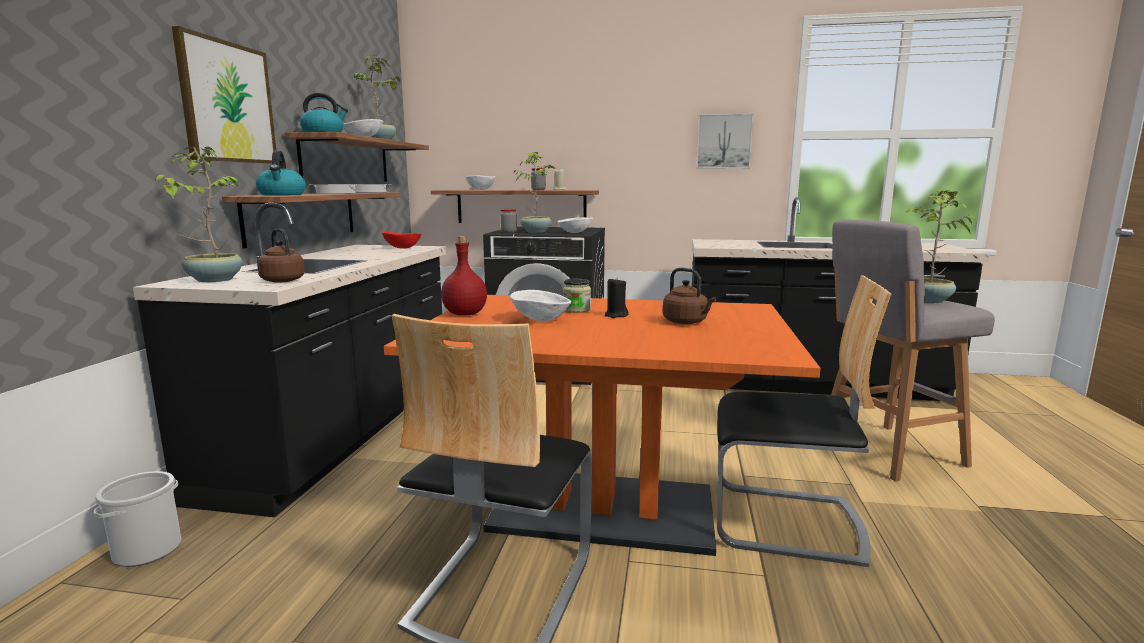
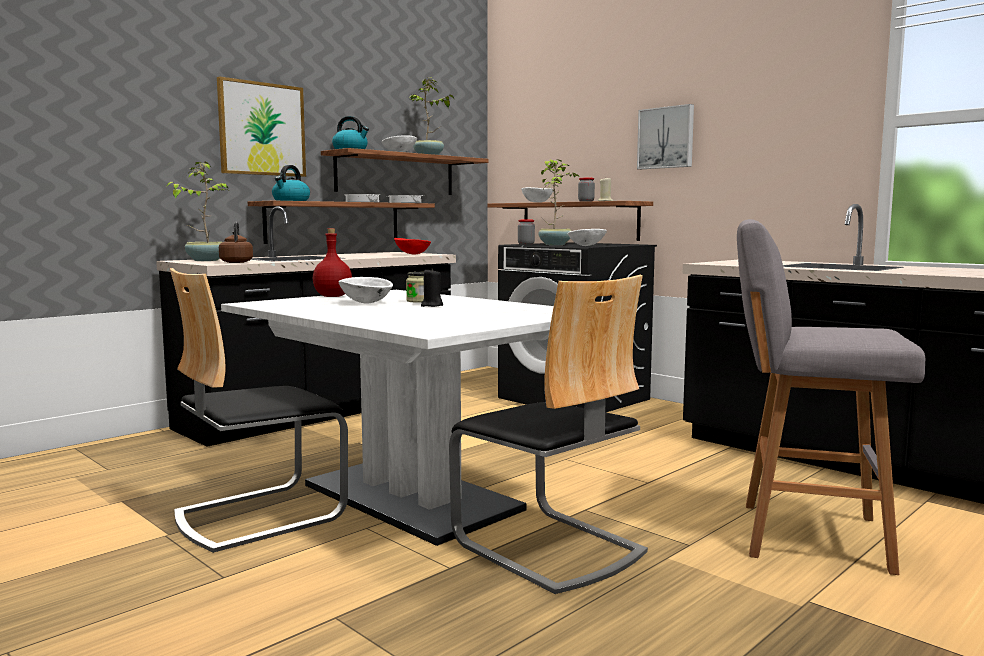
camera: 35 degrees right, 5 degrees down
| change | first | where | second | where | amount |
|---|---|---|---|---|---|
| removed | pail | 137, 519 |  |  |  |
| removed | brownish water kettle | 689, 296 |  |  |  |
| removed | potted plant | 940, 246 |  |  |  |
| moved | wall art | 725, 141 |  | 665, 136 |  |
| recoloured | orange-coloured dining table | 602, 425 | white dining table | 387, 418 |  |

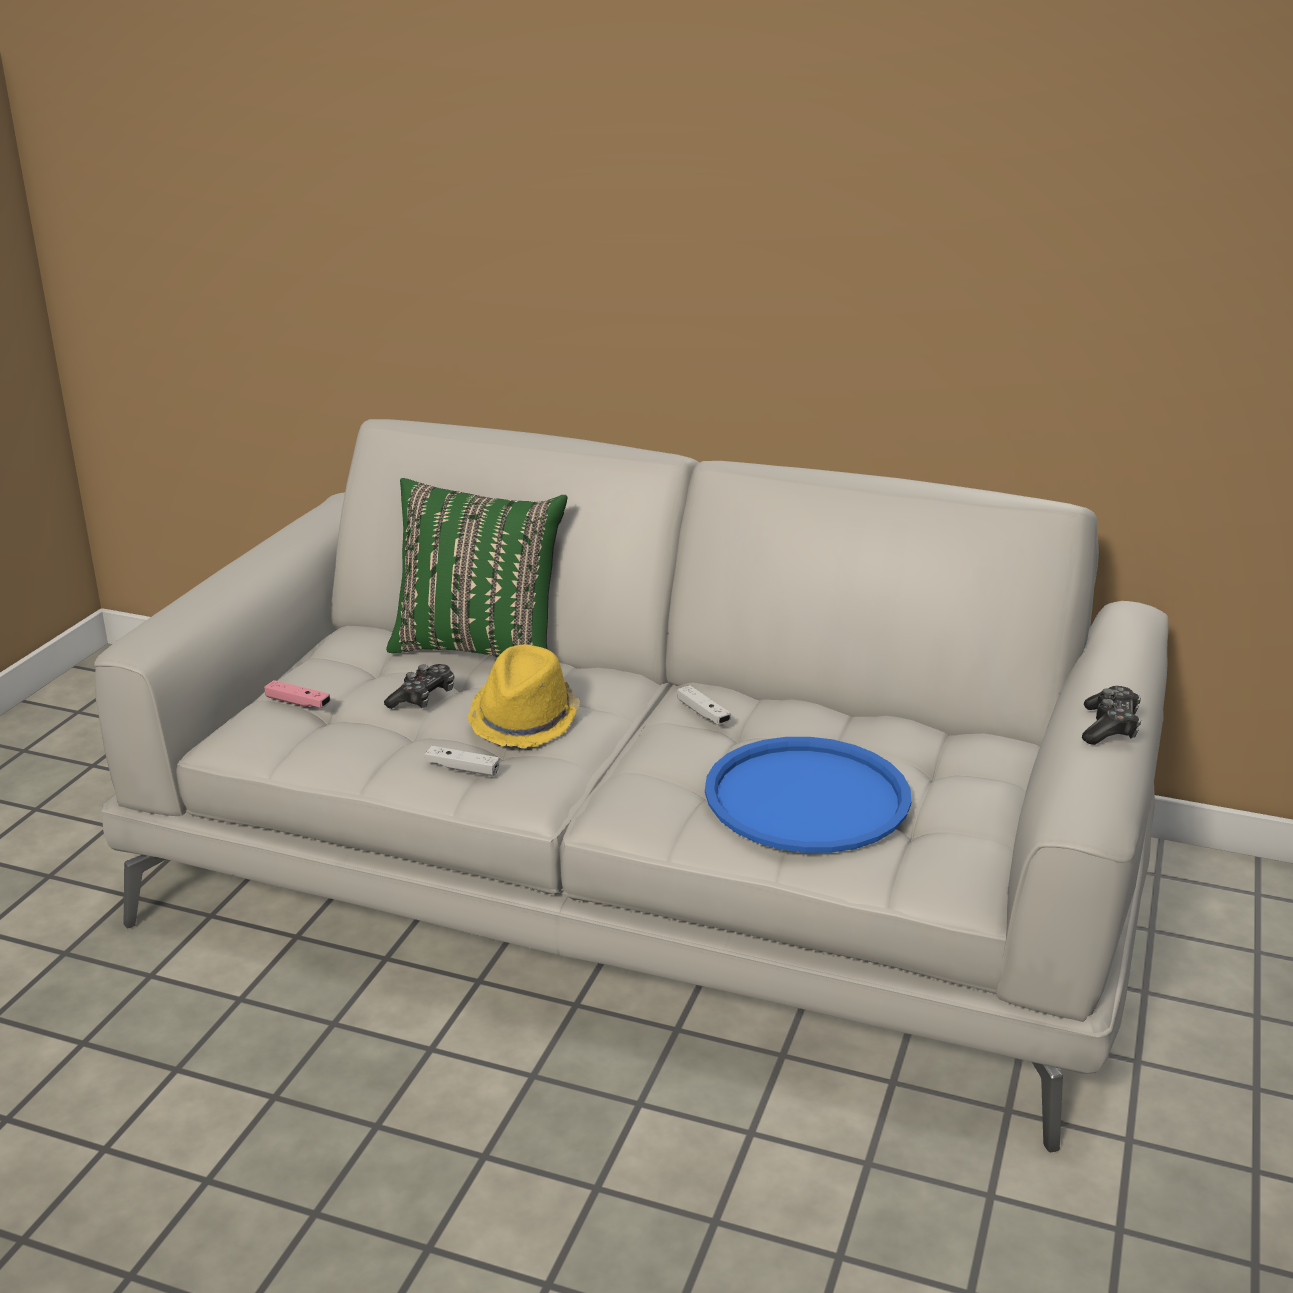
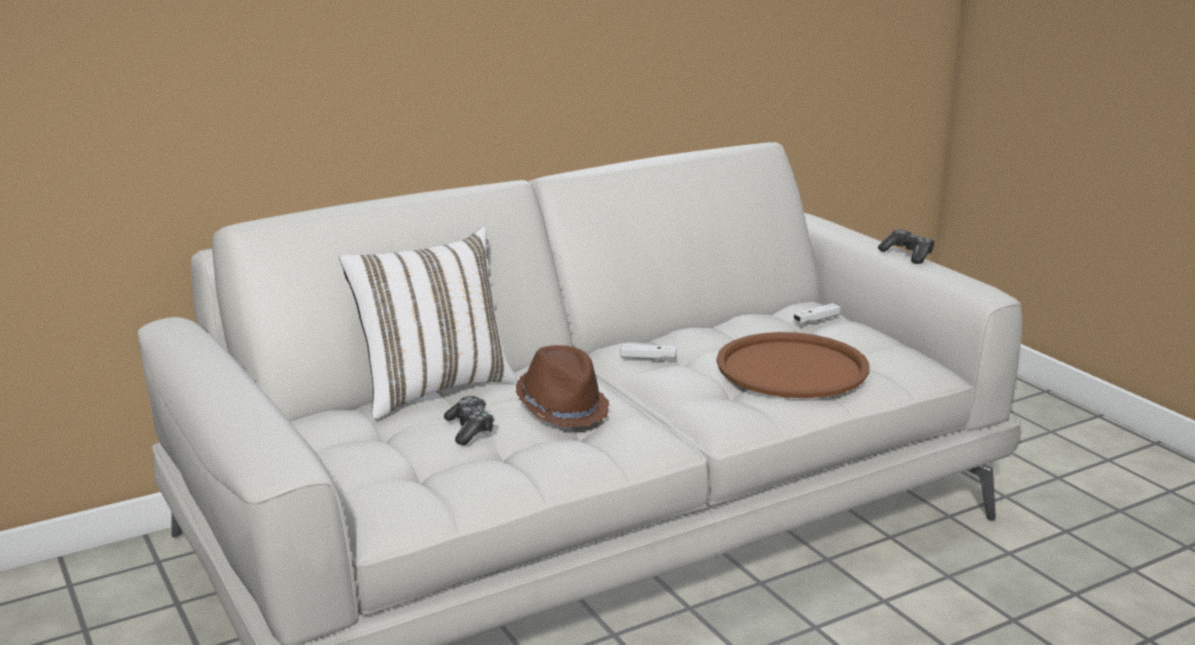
camera: 50 degrees left, 5 degrees down
| change | first | where | second | where | amount |
|---|---|---|---|---|---|
| removed | pink-coloured joypad | 297, 694 |  |  |  |
| moved | white joypad | 462, 761 |  | 817, 313 |  |
| recoloured | greenish cushion | 476, 567 | white cushion | 428, 323 |  |
| recoloured | yellow clothing hat | 524, 696 | brownish clothing hat | 562, 386 |  |
| recoloured | blue serving tray | 808, 795 | brownish serving tray | 793, 365 |  |

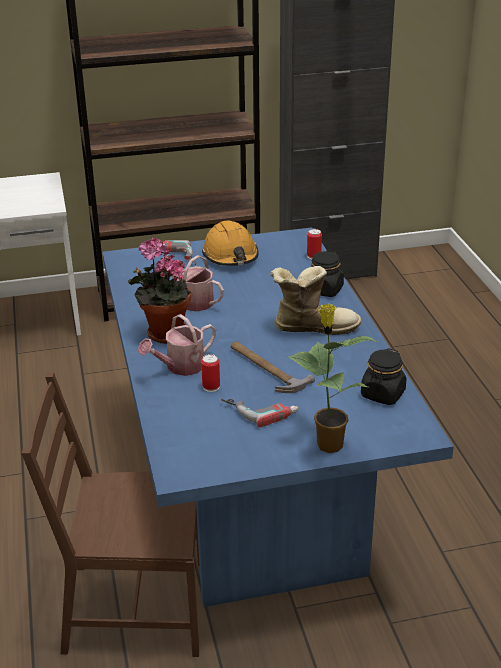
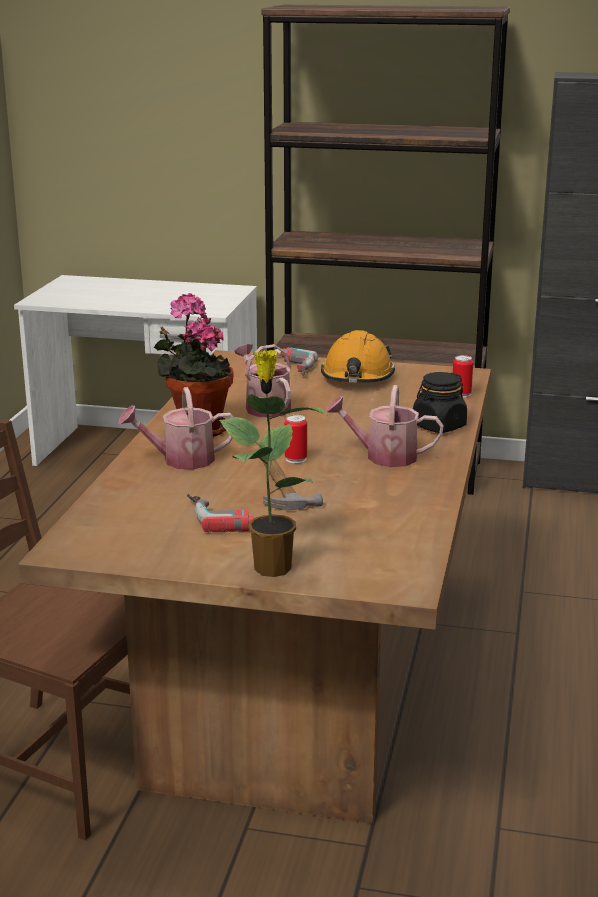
camera: 25 degrees right, 10 degrees down
| change | first | where | second | where | amount |
|---|---|---|---|---|---|
| removed | black-coloured jar | 384, 376 |  |  |  |
| moved | can | 210, 373 |  | 295, 439 |  |
| replaced | high-top boot | 315, 300 | watering pot | 384, 426 |  |
| recoloured | blue dining table | 278, 417 | brownish dining table | 254, 587 |  |

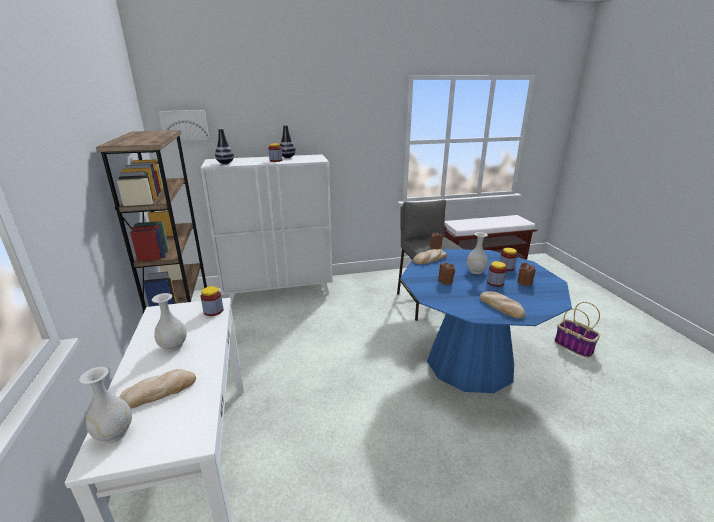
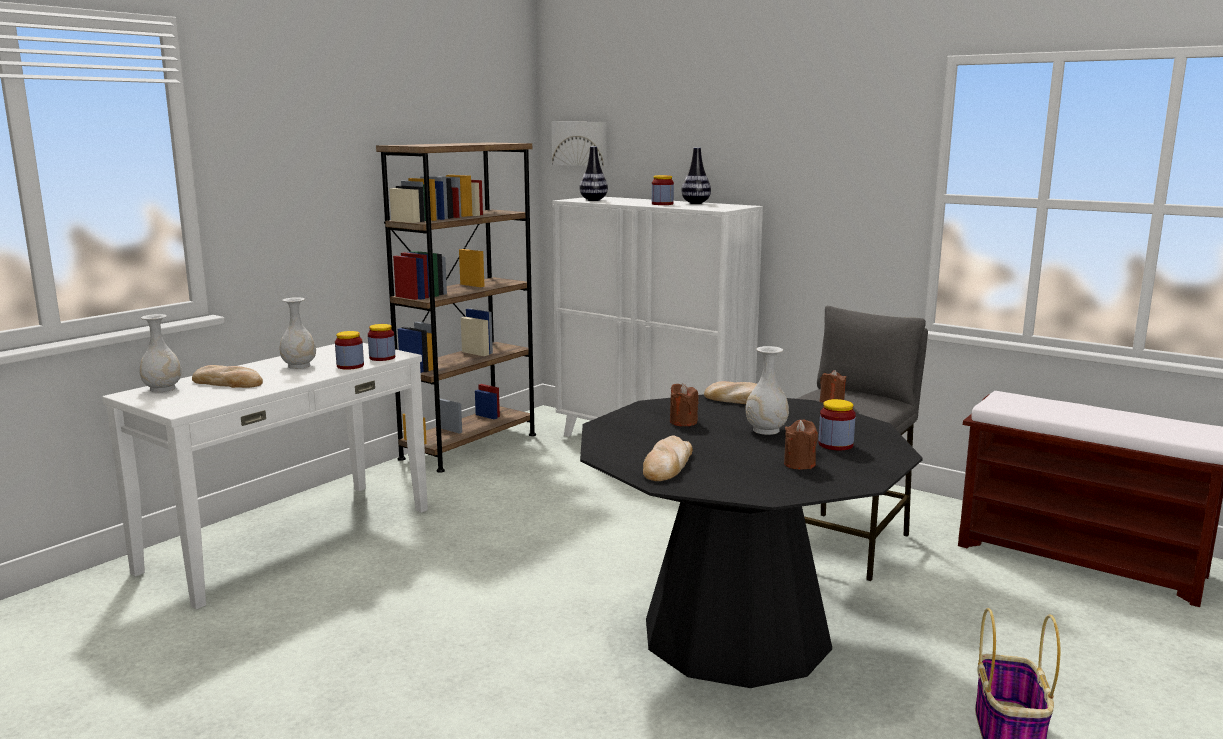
camera: 50 degrees right, 10 degrees down
| change | first | where | second | where | amount |
|---|---|---|---|---|---|
| moved | jar | 497, 274 |  | 349, 350 |  |
| recoloured | blue dining table | 486, 321 | black-coloured dining table | 751, 541 |  |

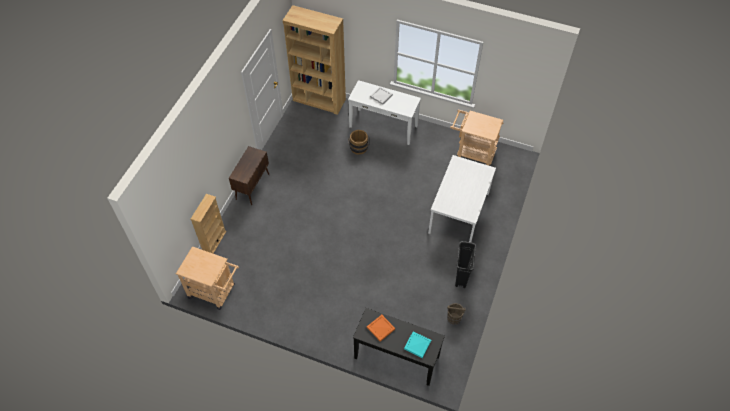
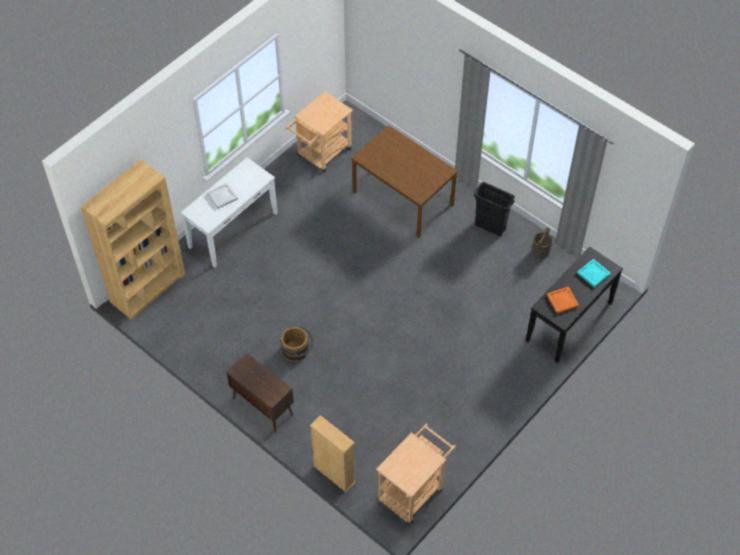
camera: 70 degrees left, 0 degrees up
| change | first | where | second | where | amount |
|---|---|---|---|---|---|
| moved | brownish pail | 359, 142 |  | 297, 344 |  |
| recoloured | white dining table | 462, 198 | brownish dining table | 404, 181 |  |

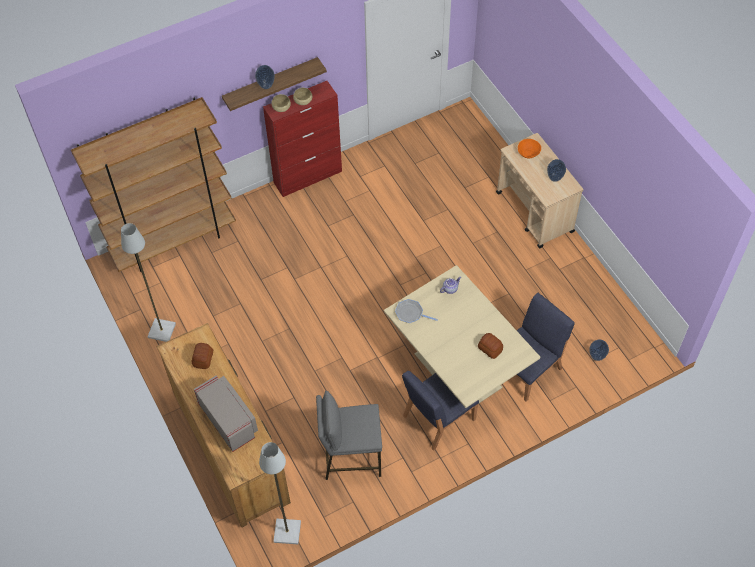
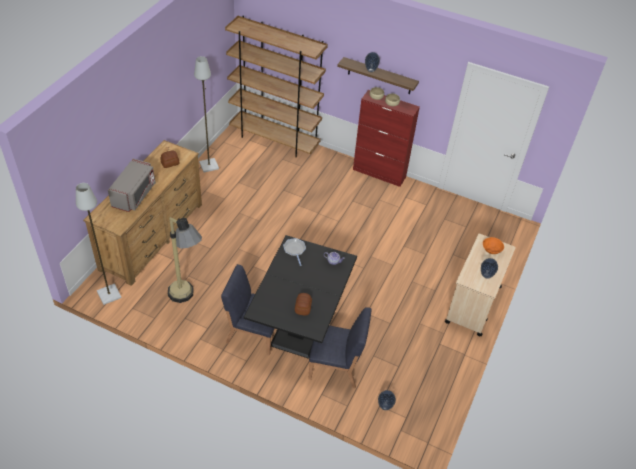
camera: 50 degrees right, 10 degrees down
| change | first | where | second | where | amount |
|---|---|---|---|---|---|
| replaced | gray stool | 349, 435 | floor lamp | 185, 260 |  |
| recoloured | sand-coloured dining table | 462, 336 | black-coloured dining table | 300, 297 |  |

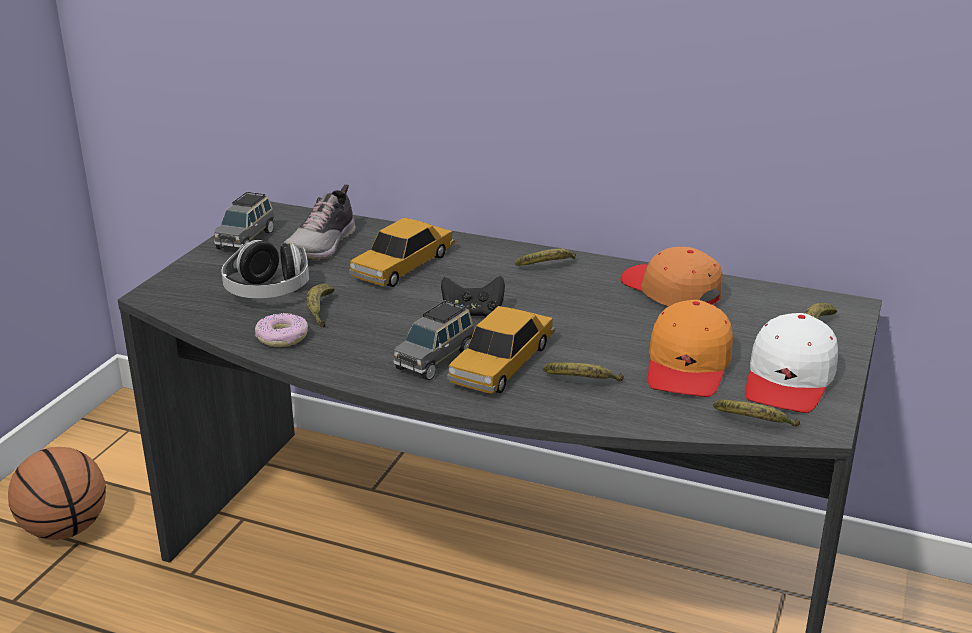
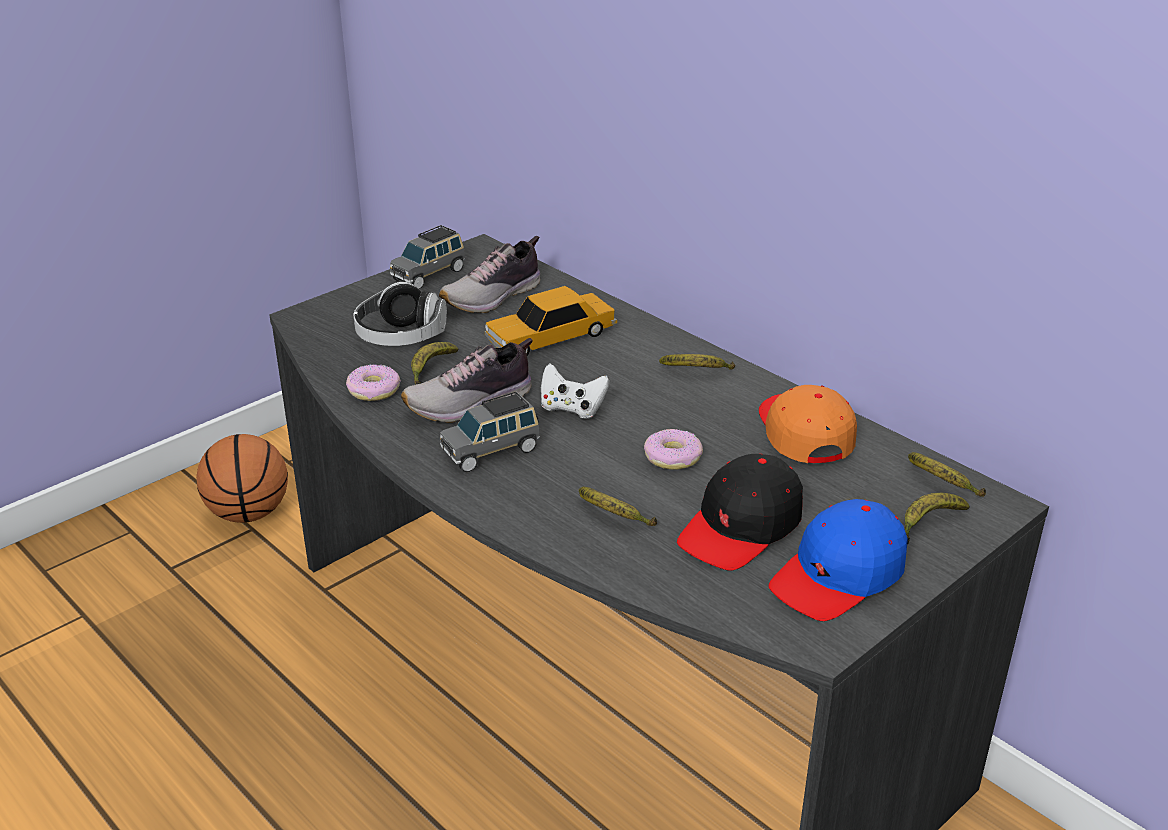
camera: 25 degrees right, 5 degrees up
| change | first | where | second | where | amount |
|---|---|---|---|---|---|
| removed | toy car | 501, 350 |  |  |  |
| added |  |  | low shoe | 467, 380 |  |
| added |  |  | doughnut | 673, 449 |  |
| moved | banana | 756, 413 |  | 947, 474 |  |
| recoloured | black-coloured joypad | 473, 296 | white joypad | 575, 391 |  |
| recoloured | orange-coloured cap | 690, 348 | black-coloured cap | 740, 512 |  |
| recoloured | white cap | 791, 363 | blue cap | 838, 560 |  |

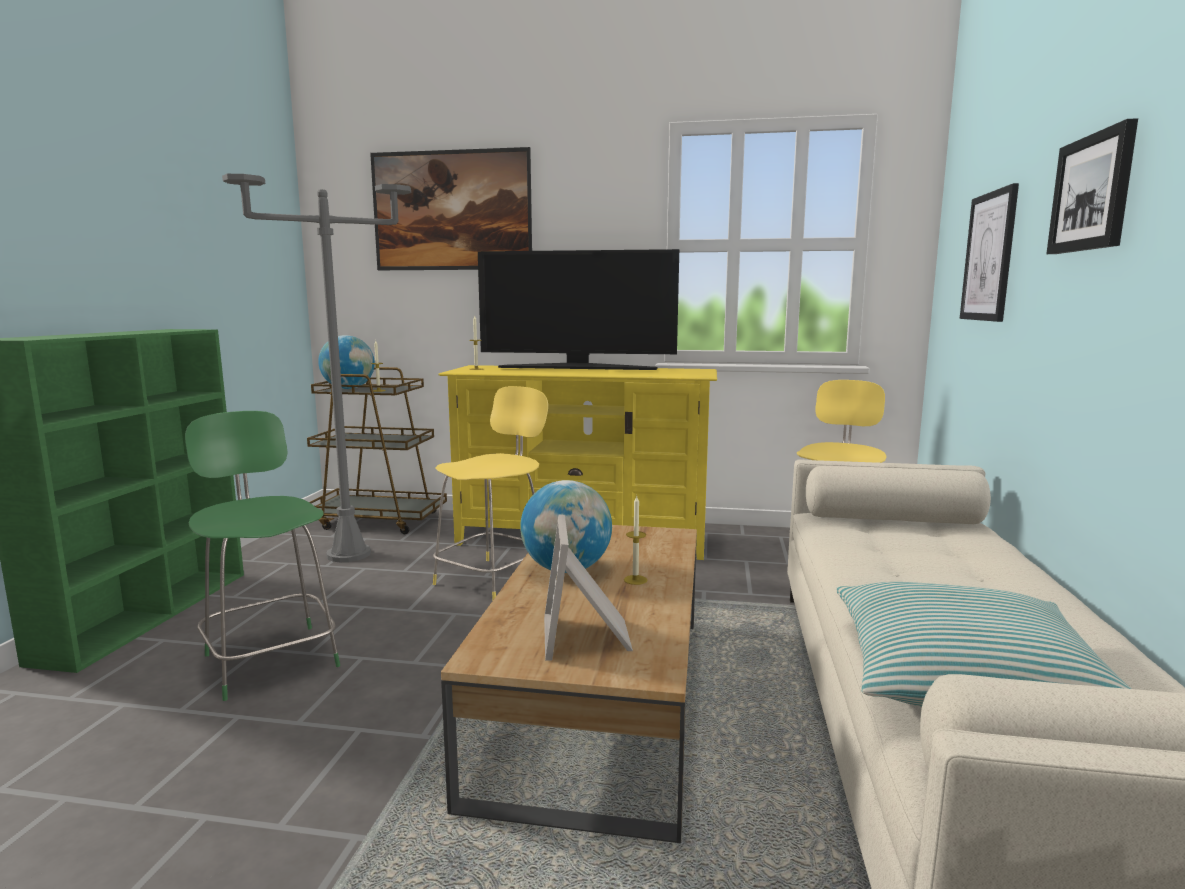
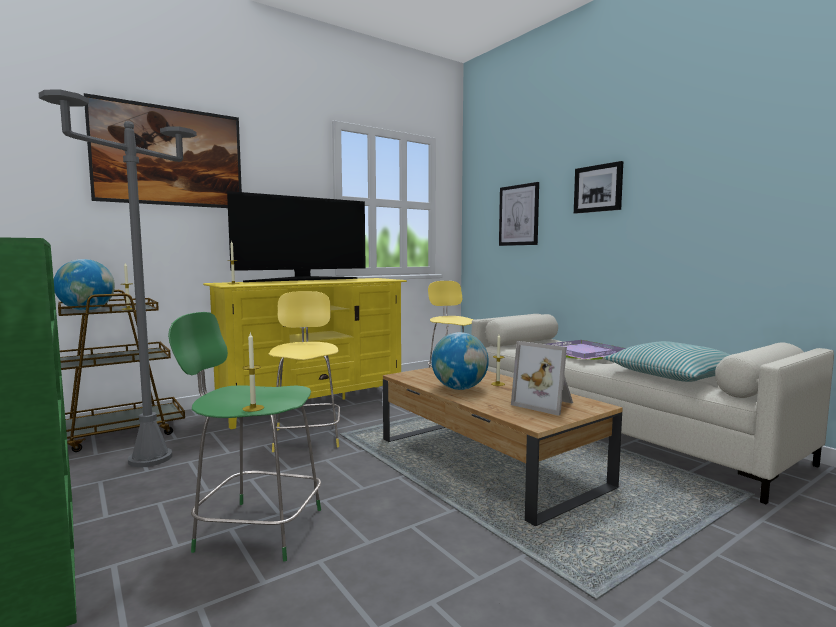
camera: 45 degrees left, 5 degrees down
| change | first | where | second | where | amount |
|---|---|---|---|---|---|
| added |  |  | wax light | 253, 372 |  |
| added |  |  | purplish serving tray | 586, 350 |  |

